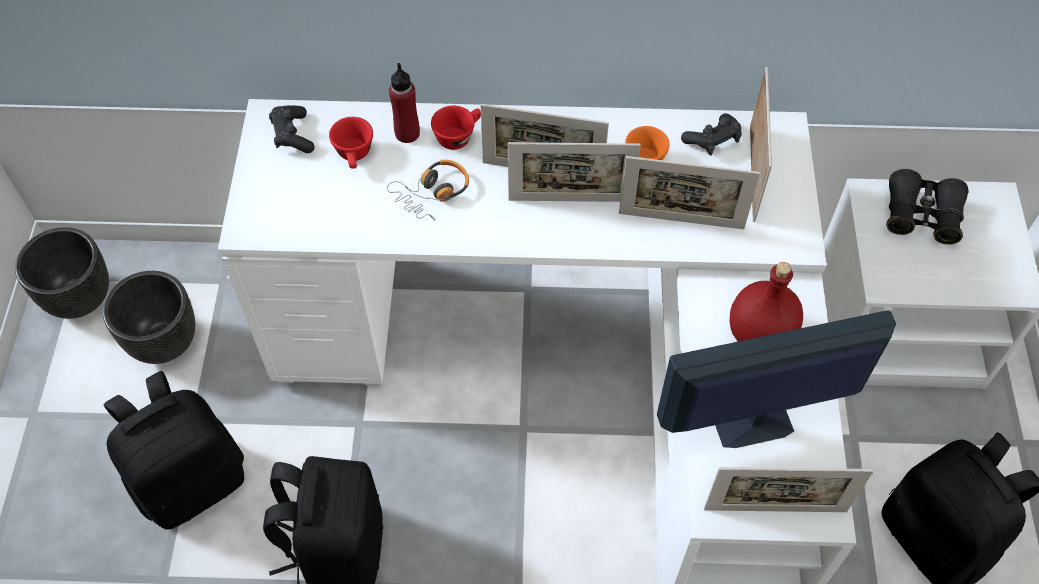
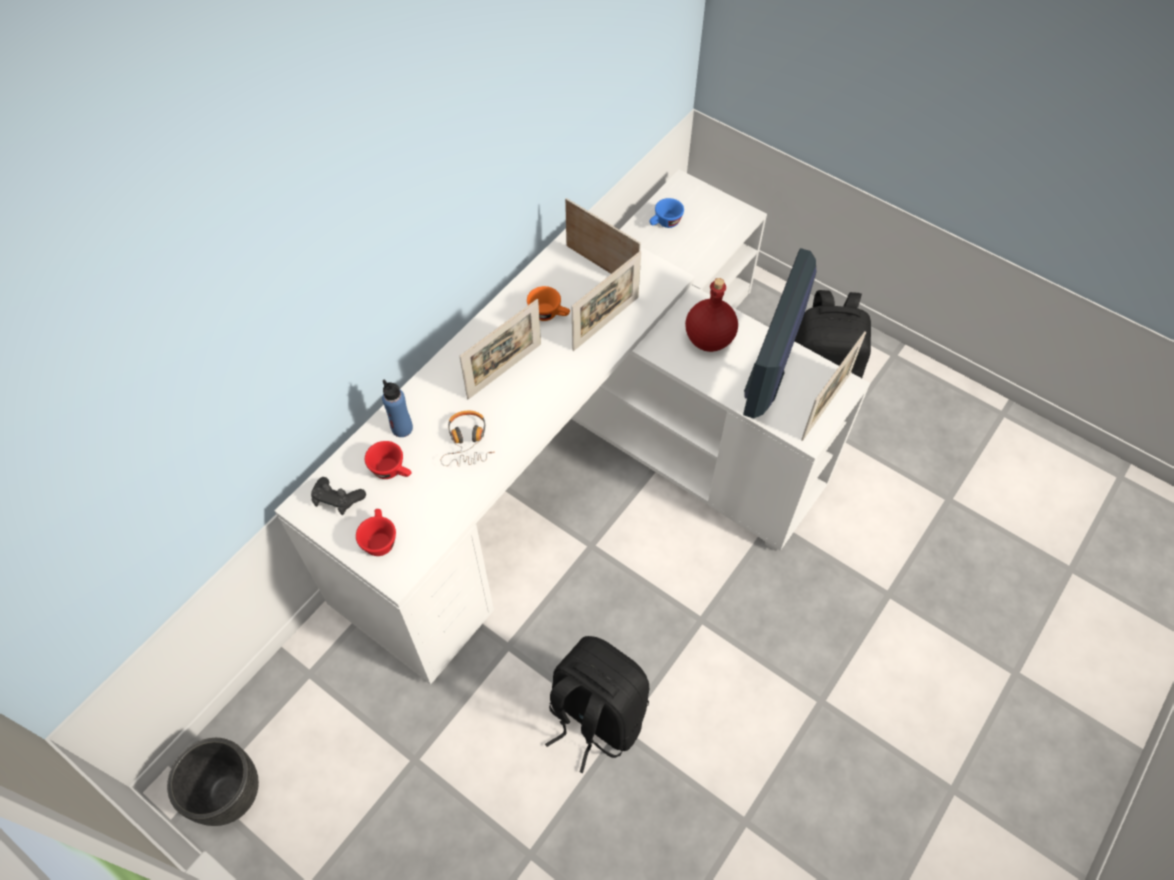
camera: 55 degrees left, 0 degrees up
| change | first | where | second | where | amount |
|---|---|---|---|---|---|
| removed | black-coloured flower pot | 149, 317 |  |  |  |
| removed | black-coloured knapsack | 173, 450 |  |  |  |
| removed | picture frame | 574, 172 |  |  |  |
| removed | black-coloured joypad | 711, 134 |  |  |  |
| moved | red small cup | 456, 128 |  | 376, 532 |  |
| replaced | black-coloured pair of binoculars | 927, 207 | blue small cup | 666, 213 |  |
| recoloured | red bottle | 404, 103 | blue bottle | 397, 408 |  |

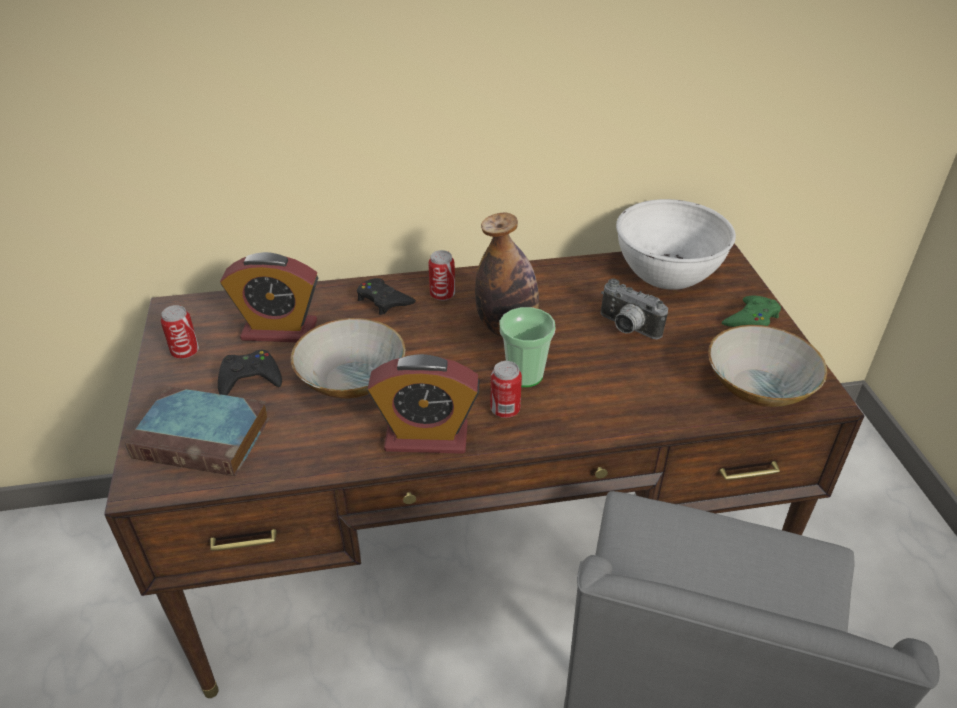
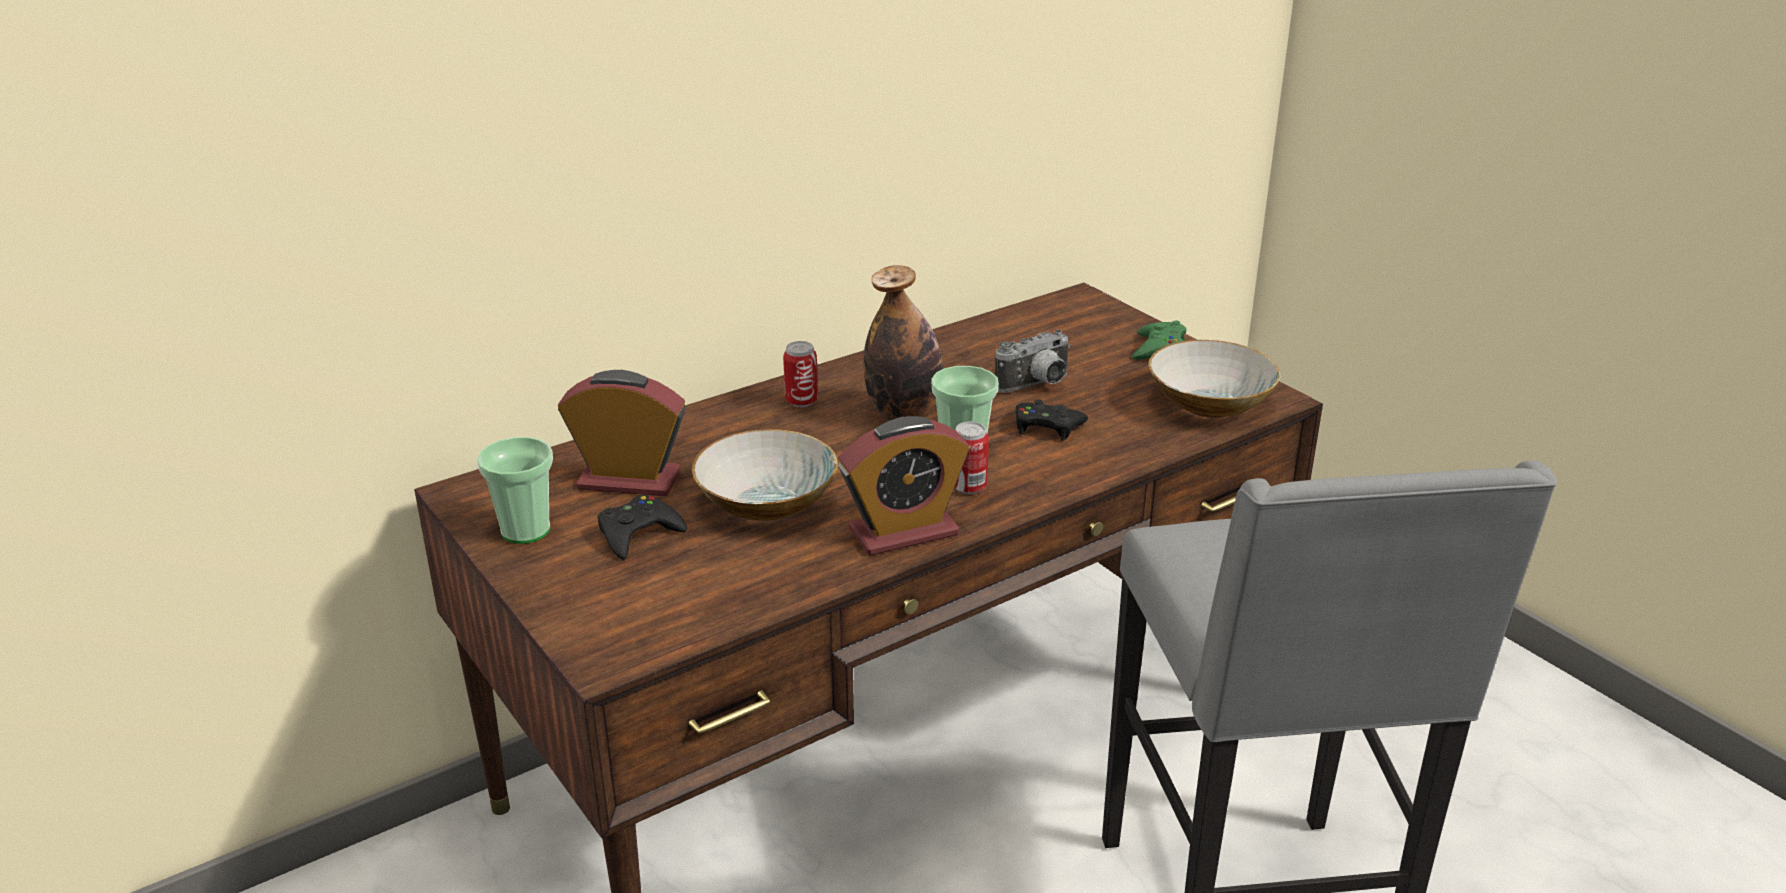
camera: 25 degrees left, 10 degrees down
| change | first | where | second | where | amount |
|---|---|---|---|---|---|
| removed | book | 197, 431 |  |  |  |
| removed | white deep dish | 676, 244 |  |  |  |
| moved | black-coloured joypad | 386, 296 |  | 1052, 420 |  |
| replaced | can | 180, 332 | small cup | 515, 490 |  |
| turned | alarm clock | 269, 297 |  | 622, 433 | 150 degrees counterclockwise |
| turned | photo camera | 634, 309 |  | 1033, 361 | 45 degrees counterclockwise |

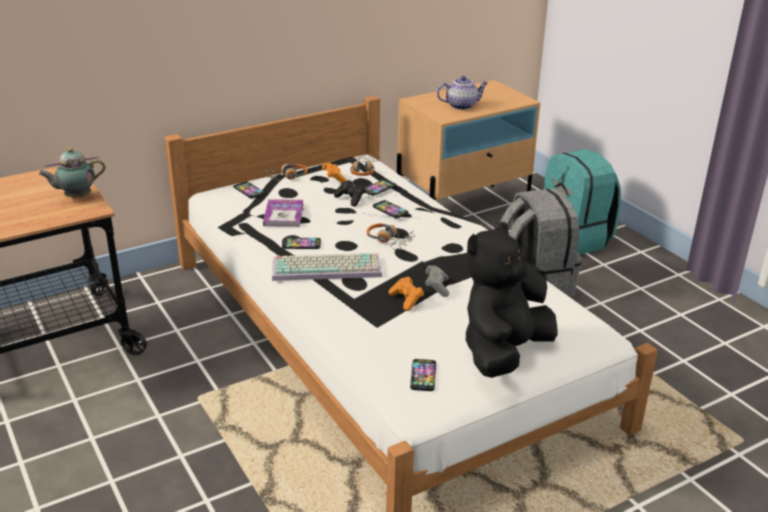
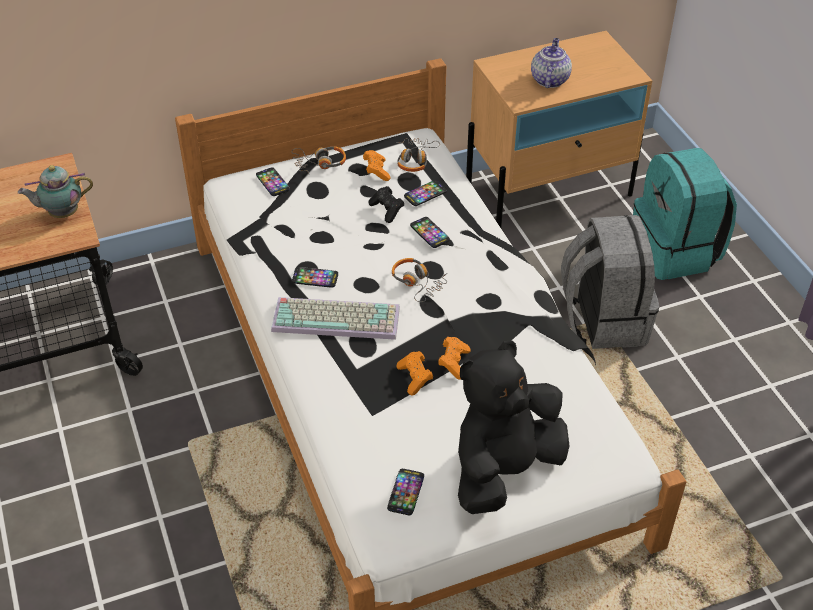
camera: 10 degrees right, 15 degrees up
| change | first | where | second | where | amount |
|---|---|---|---|---|---|
| removed | book | 283, 213 |  |  |  |
| recoloured | gray joypad | 437, 281 | orange-coloured joypad | 454, 358 |  |
| turned | teapot | 462, 93 |  | 551, 63 | 75 degrees counterclockwise |

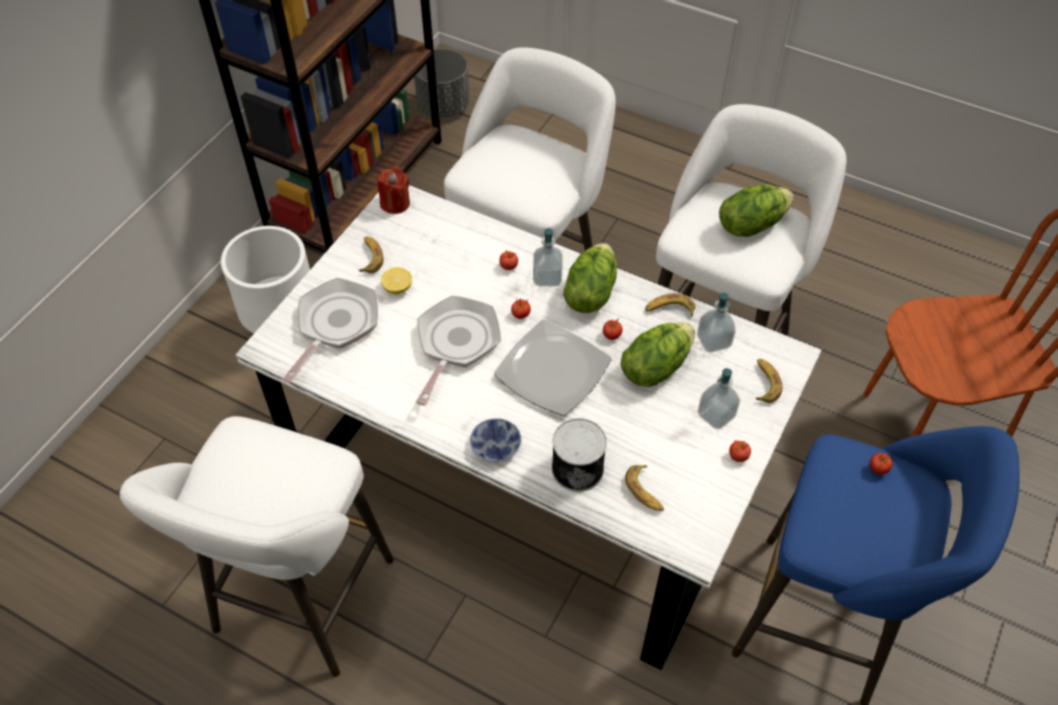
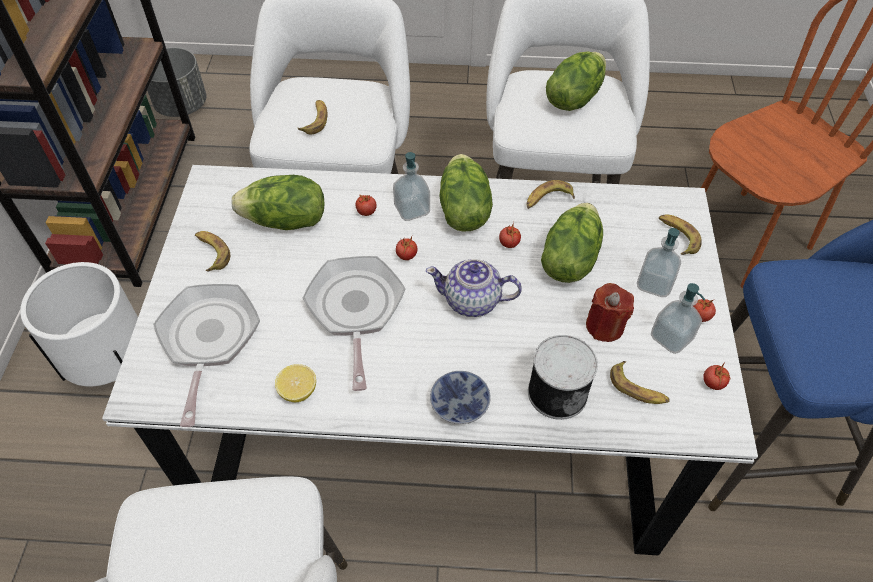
camera: 25 degrees left, 0 degrees up
| change | first | where | second | where | amount |
|---|---|---|---|---|---|
| added |  |  | lettuce | 277, 202 |  |
| added |  |  | banana | 313, 117 |  |
| moved | red wax light | 394, 190 |  | 610, 312 |  |
| moved | lemon | 396, 280 |  | 295, 383 |  |
| moved | soap bottle | 716, 322 |  | 678, 318 |  |
| moved | fresh tomato | 881, 464 |  | 717, 377 |  |
| replaced | dinner plate | 553, 368 | teapot | 474, 288 |  |

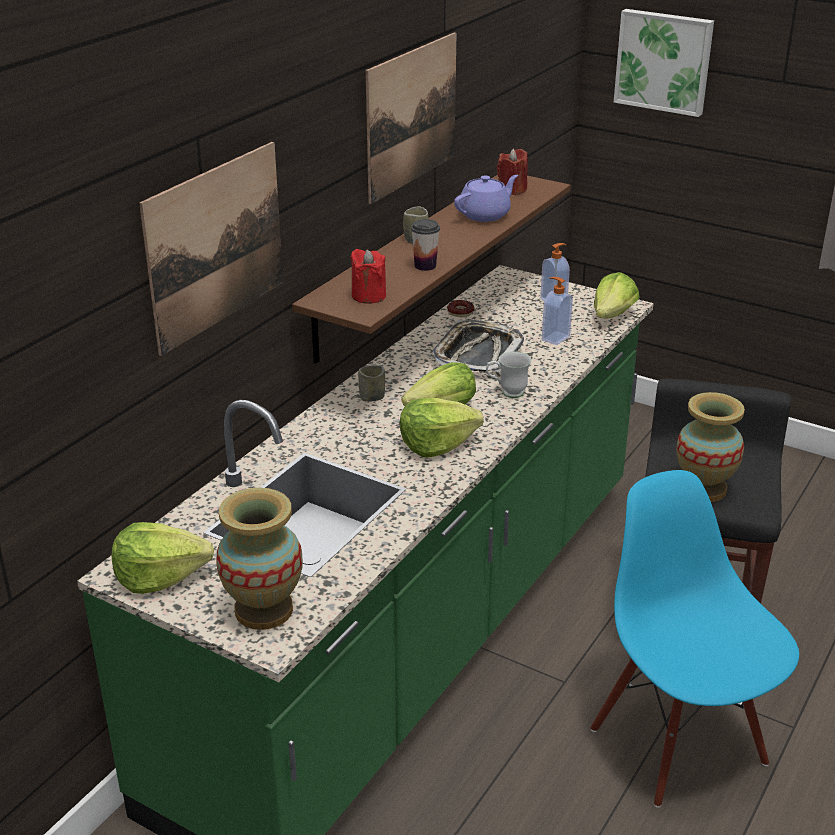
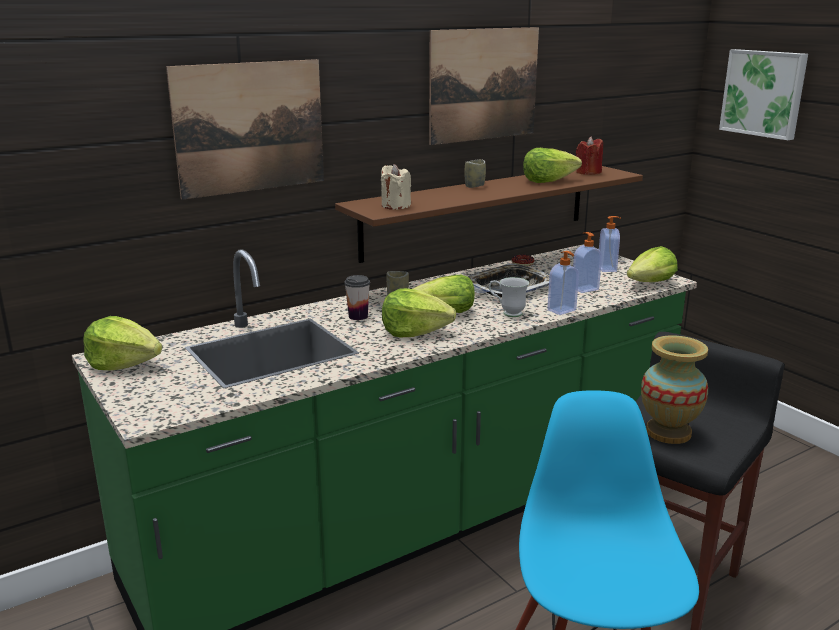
camera: 25 degrees right, 10 degrees down
| change | first | where | second | where | amount |
|---|---|---|---|---|---|
| removed | decorative vase | 259, 559 |  |  |  |
| added |  |  | soap bottle | 563, 283 |  |
| moved | small cup | 425, 245 |  | 357, 297 |  |
| replaced | purplish teapot | 486, 198 | lettuce | 552, 165 |  |
| recoloured | red wax light | 368, 276 | sand-coloured wax light | 396, 186 |  |

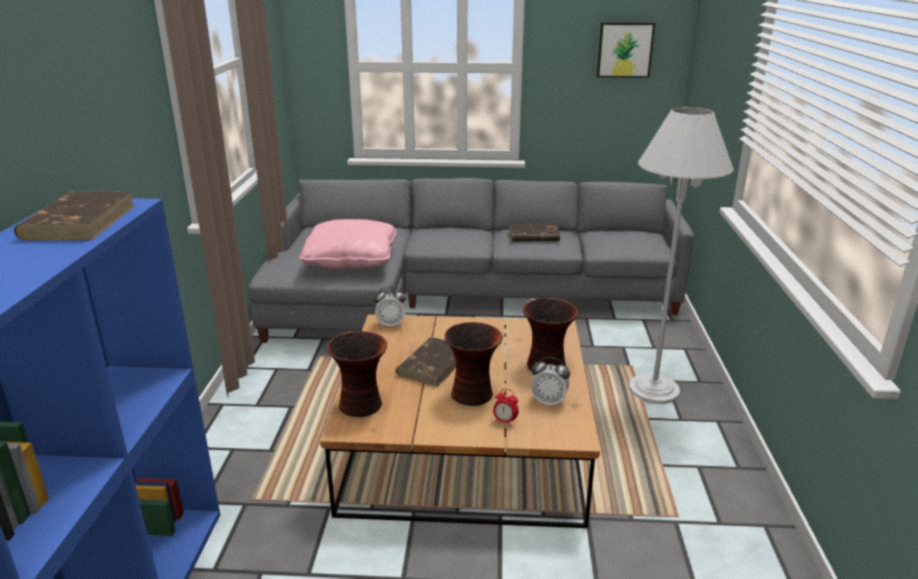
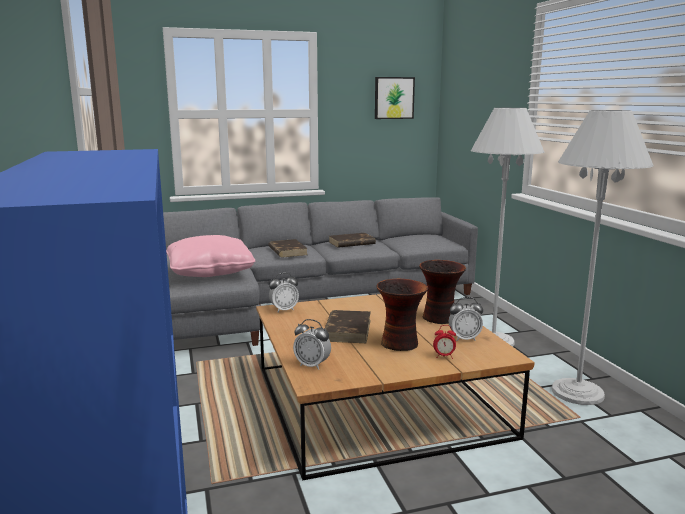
camera: 20 degrees left, 10 degrees down
| change | first | where | second | where | amount |
|---|---|---|---|---|---|
| added |  |  | white floor lamp | 602, 257 |  |
| moved | brownish book | 74, 215 |  | 288, 248 |  |
| replaced | decorative vase | 357, 374 | alarm clock | 312, 344 |  |

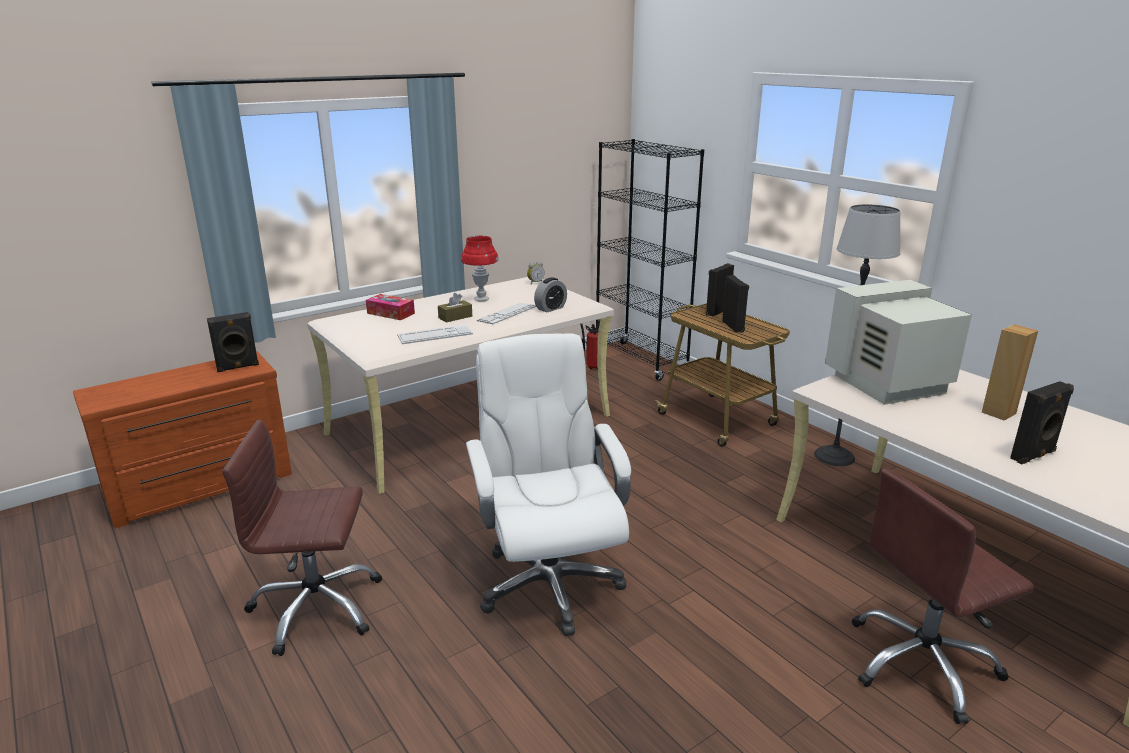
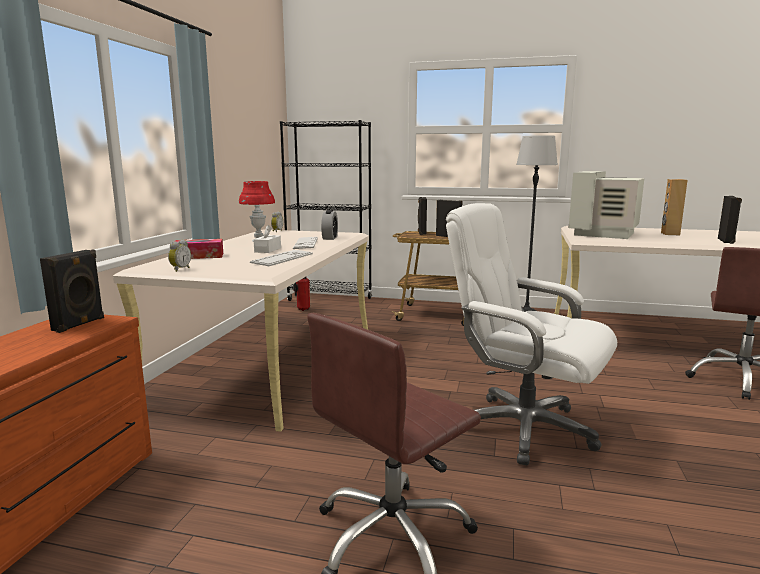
camera: 40 degrees left, 10 degrees down
| change | first | where | second | where | amount |
|---|---|---|---|---|---|
| added |  |  | alarm clock | 179, 256 |  |
| recoloured | brownish box of tissues | 455, 307 | white box of tissues | 267, 239 |  |

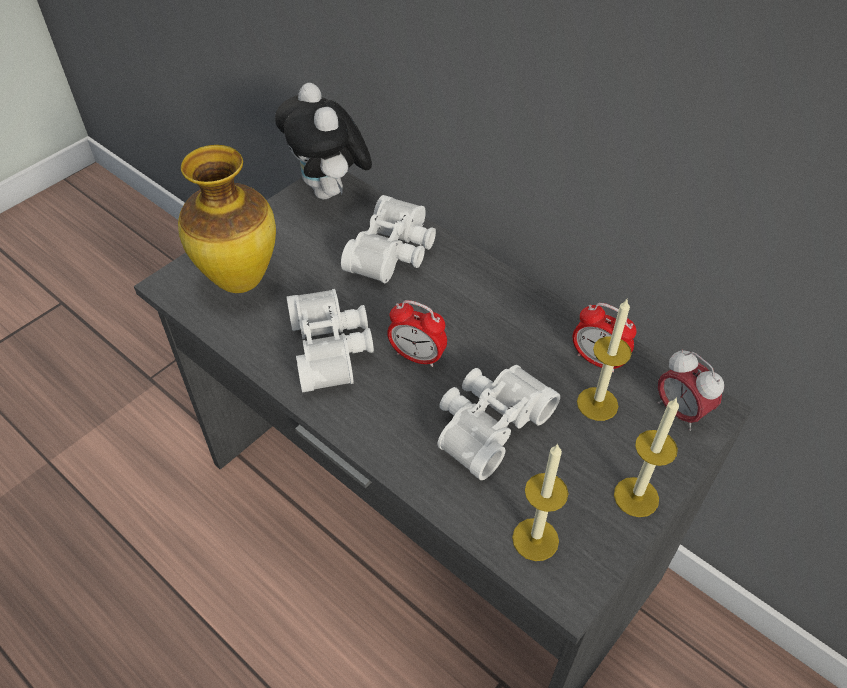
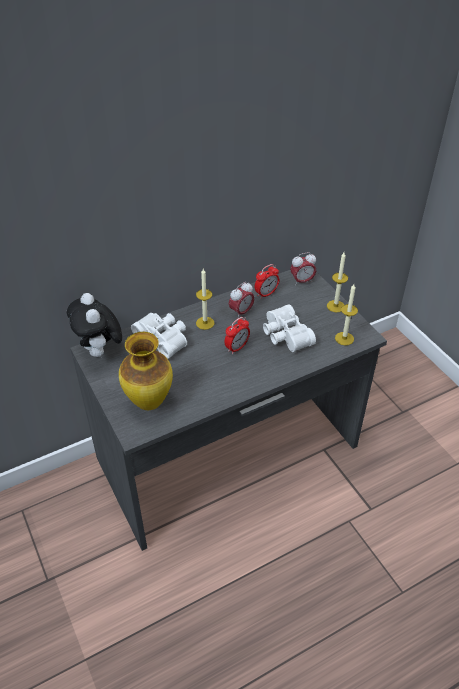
camera: 70 degrees left, 5 degrees down
| change | first | where | second | where | amount |
|---|---|---|---|---|---|
| removed | white pair of binoculars | 330, 340 |  |  |  |
| added |  |  | alarm clock | 242, 300 |  |
| moved | wax light | 604, 360 |  | 205, 299 |  |
| turned | plush toy | 323, 141 |  | 94, 325 | 75 degrees clockwise |

